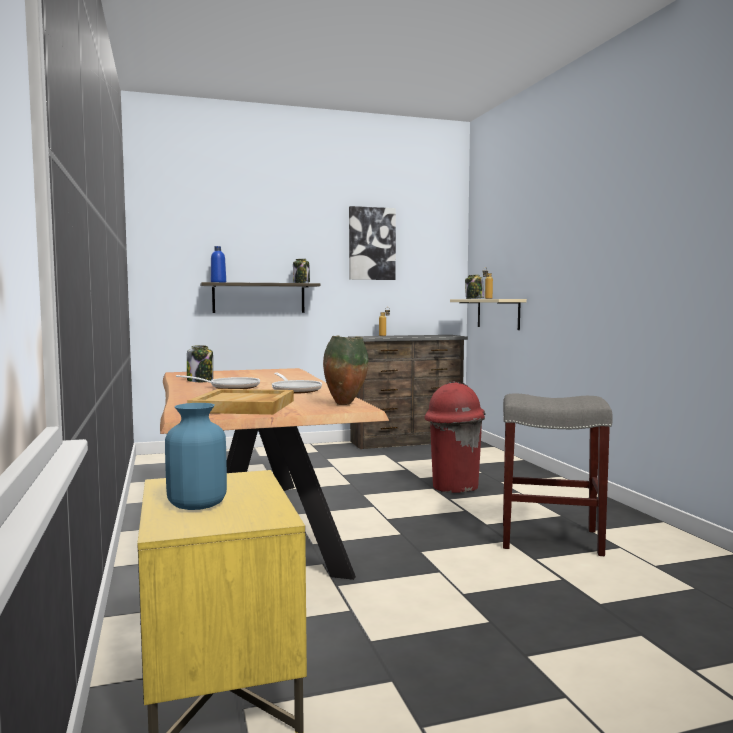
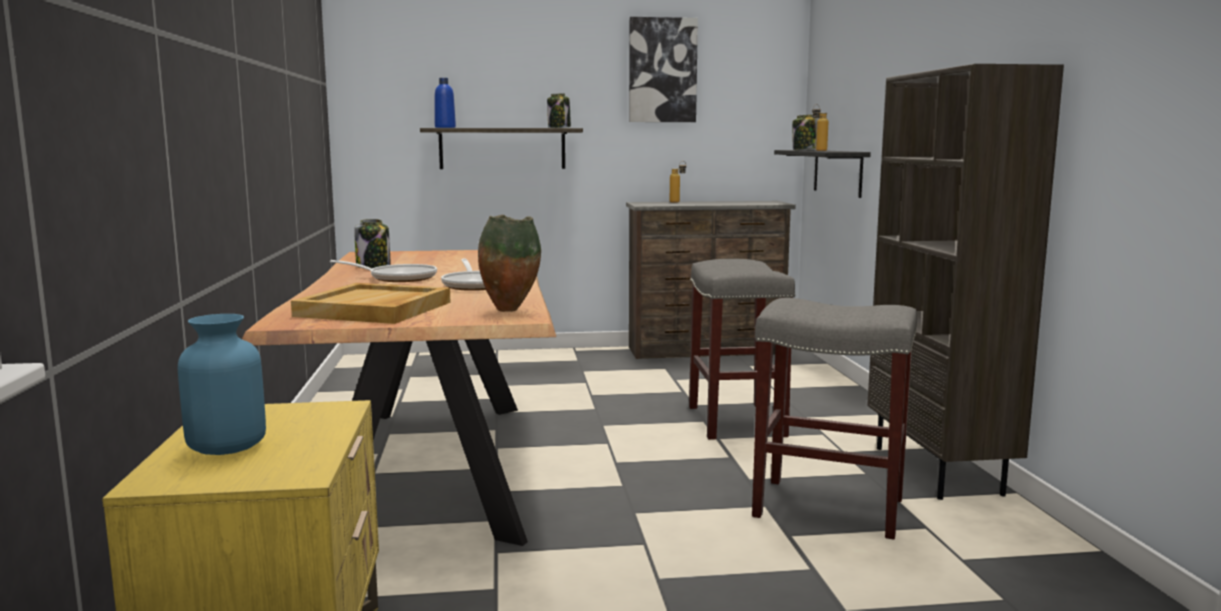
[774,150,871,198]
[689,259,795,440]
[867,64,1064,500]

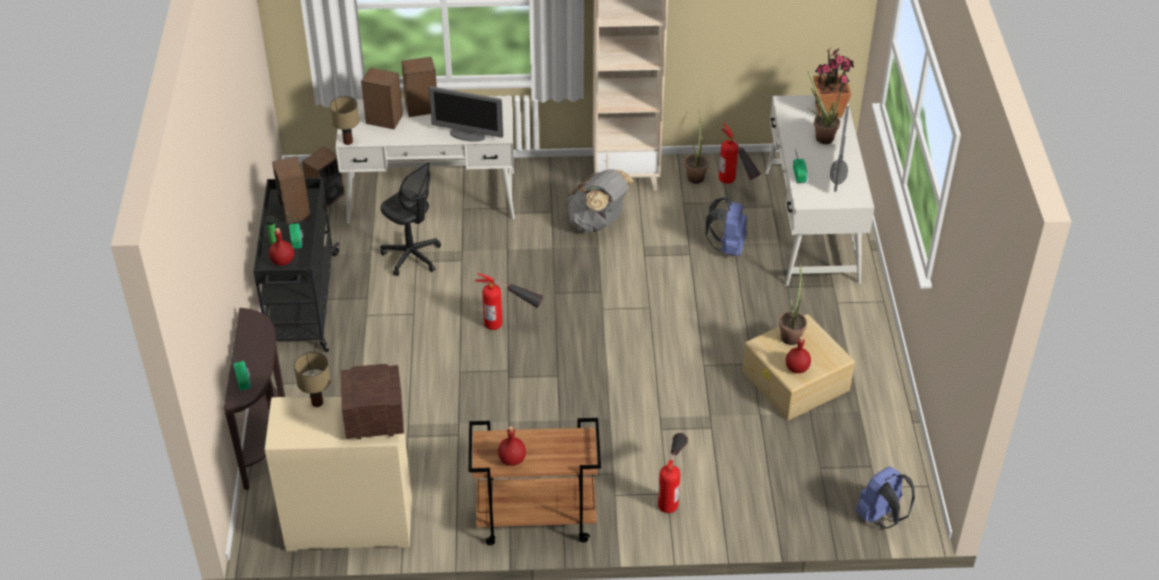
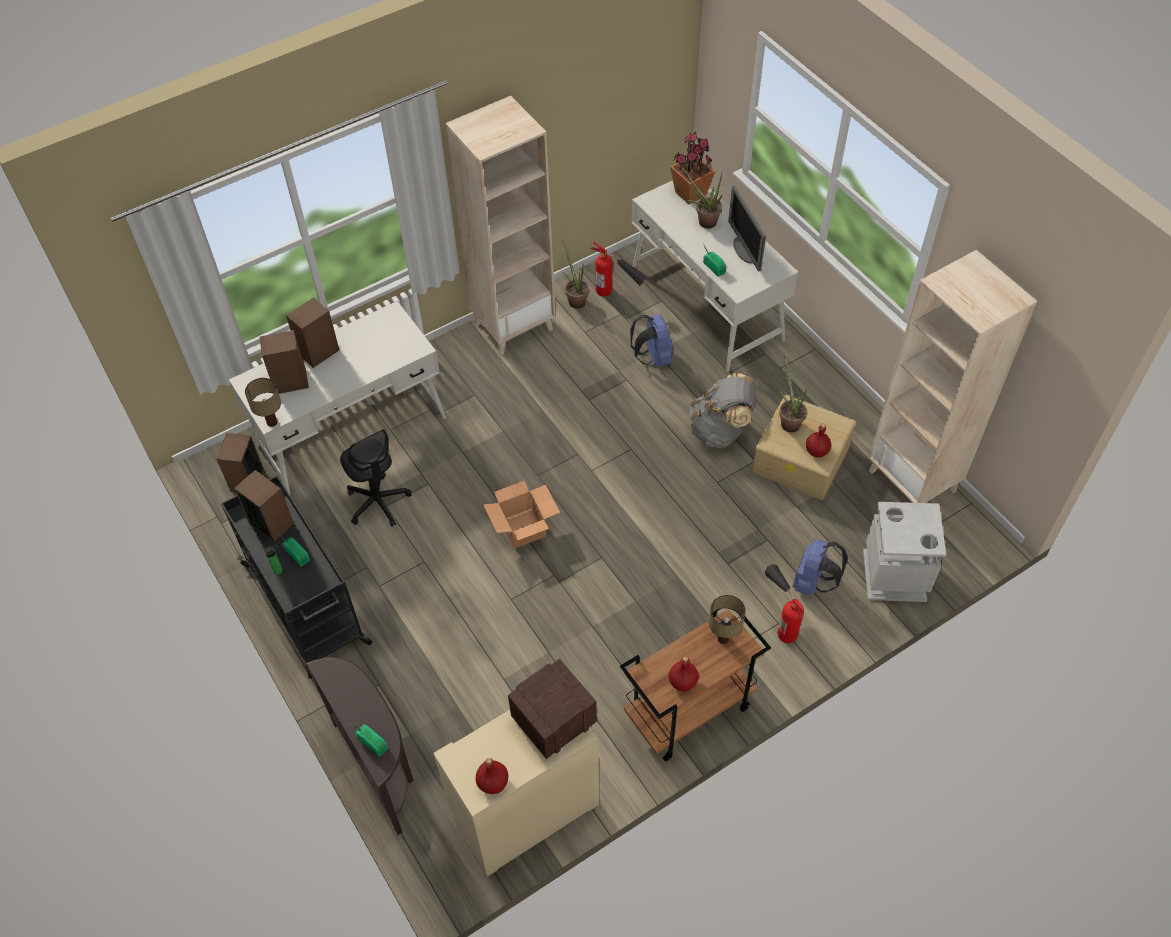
[429,86,503,142] (first image)
[340,429,412,527]
[689,373,755,448]
[476,758,508,794]
[483,481,560,549]
[709,595,746,644]
[793,539,848,595]
[869,250,1037,503]
[863,502,946,602]

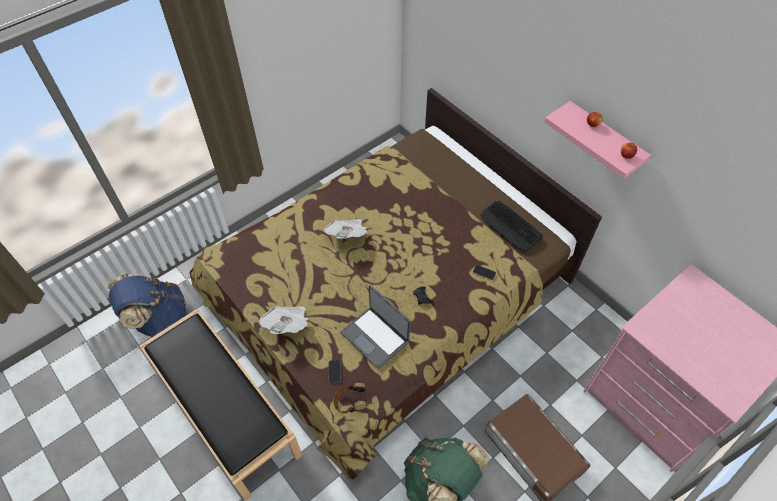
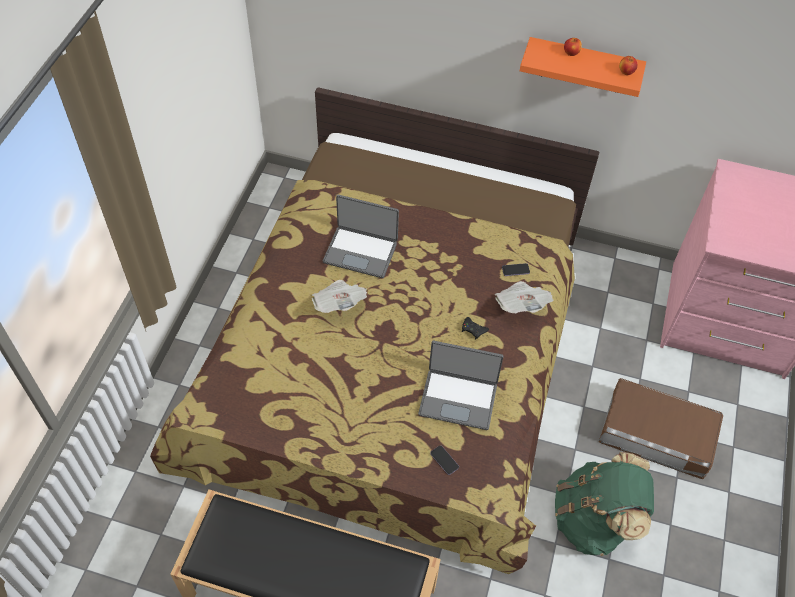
[520,37,646,97]
[481,201,543,251] (first image)
[108,274,187,337] (first image)
[494,281,553,313]
[333,383,367,413] (first image)
[323,195,399,278]

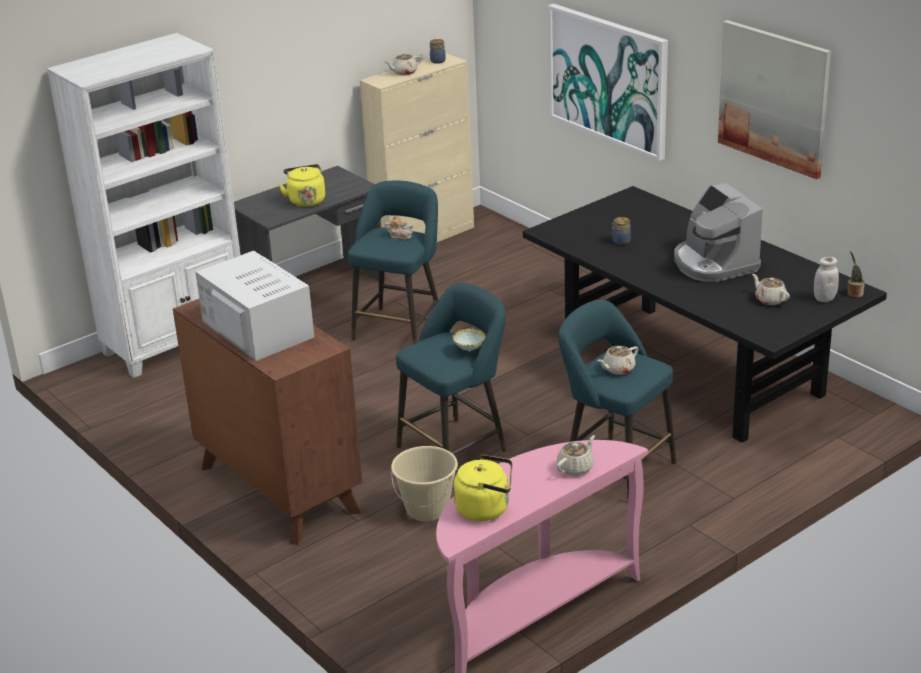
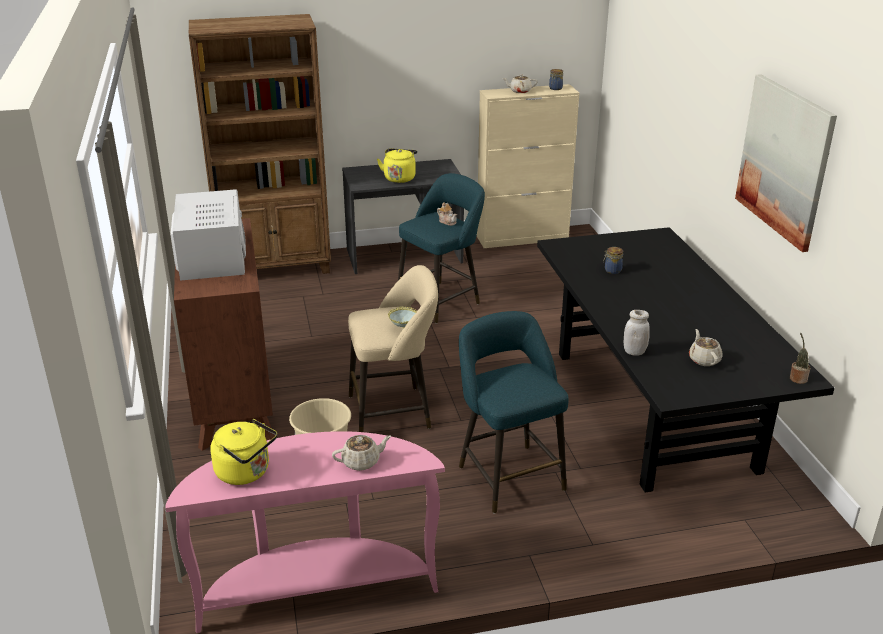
[548,4,668,161] (first image)
[189,14,331,274]
[674,183,763,282] (first image)
[624,310,650,356]
[348,265,438,432]
[597,346,639,375] (first image)

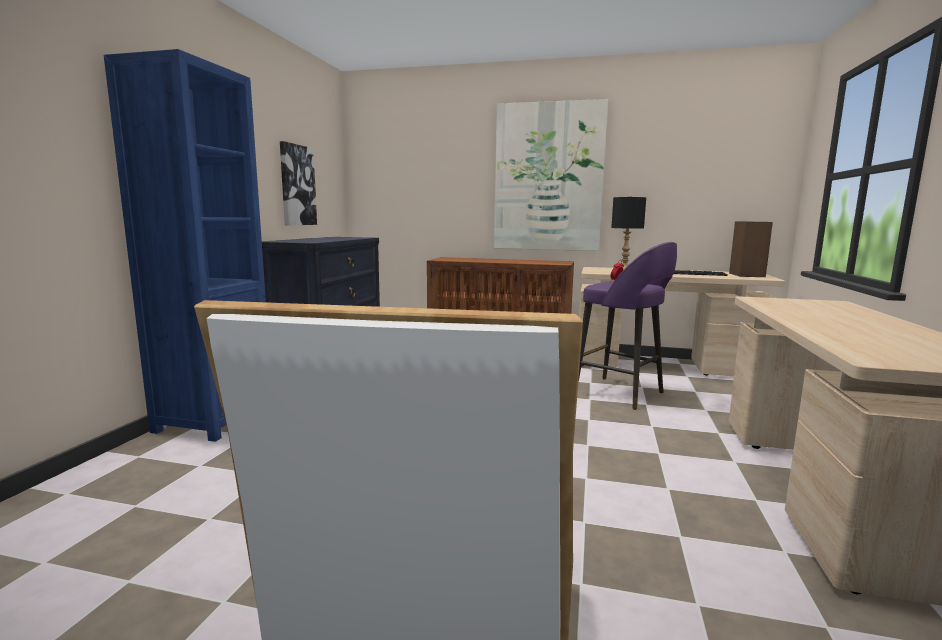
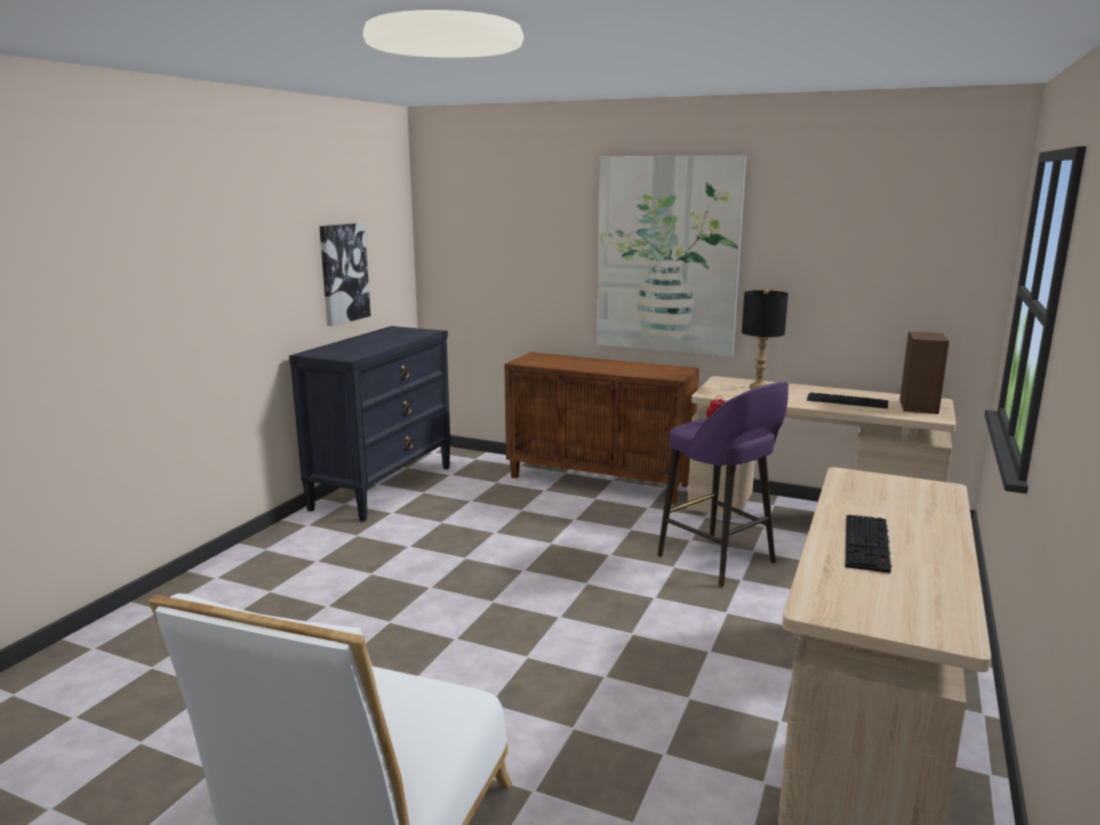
[104,49,266,442] (first image)
[845,515,892,574]

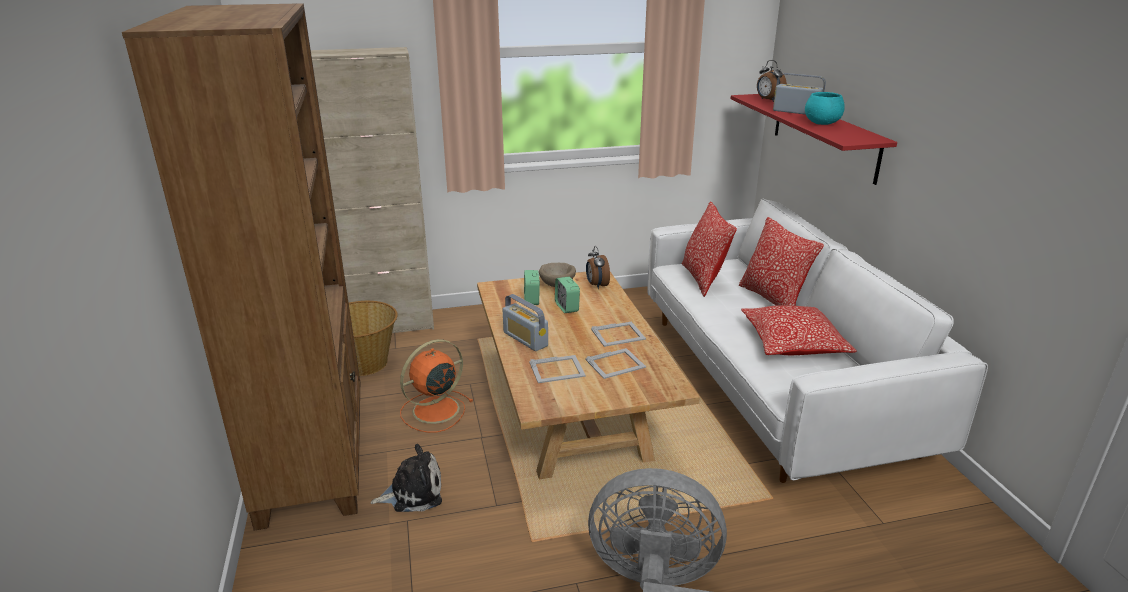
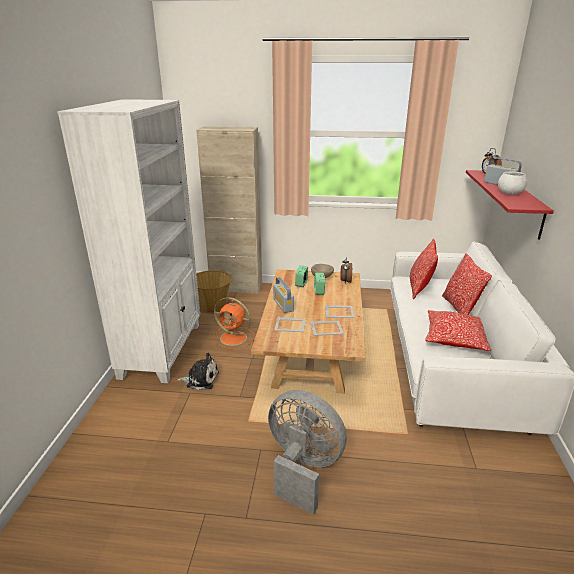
[57,99,200,383]
[498,172,527,194]
[213,297,255,350]

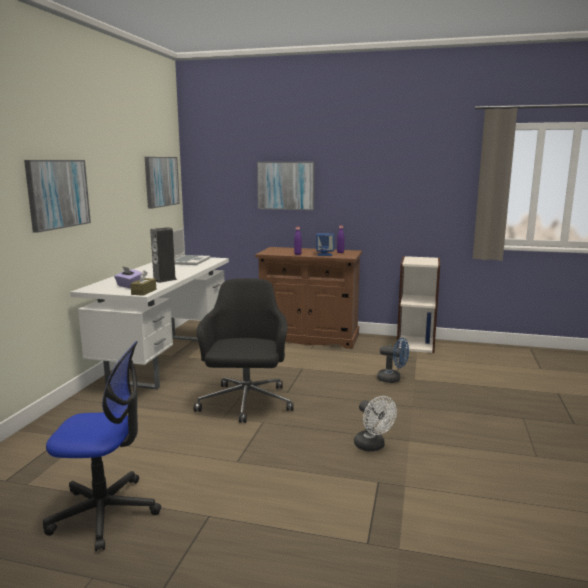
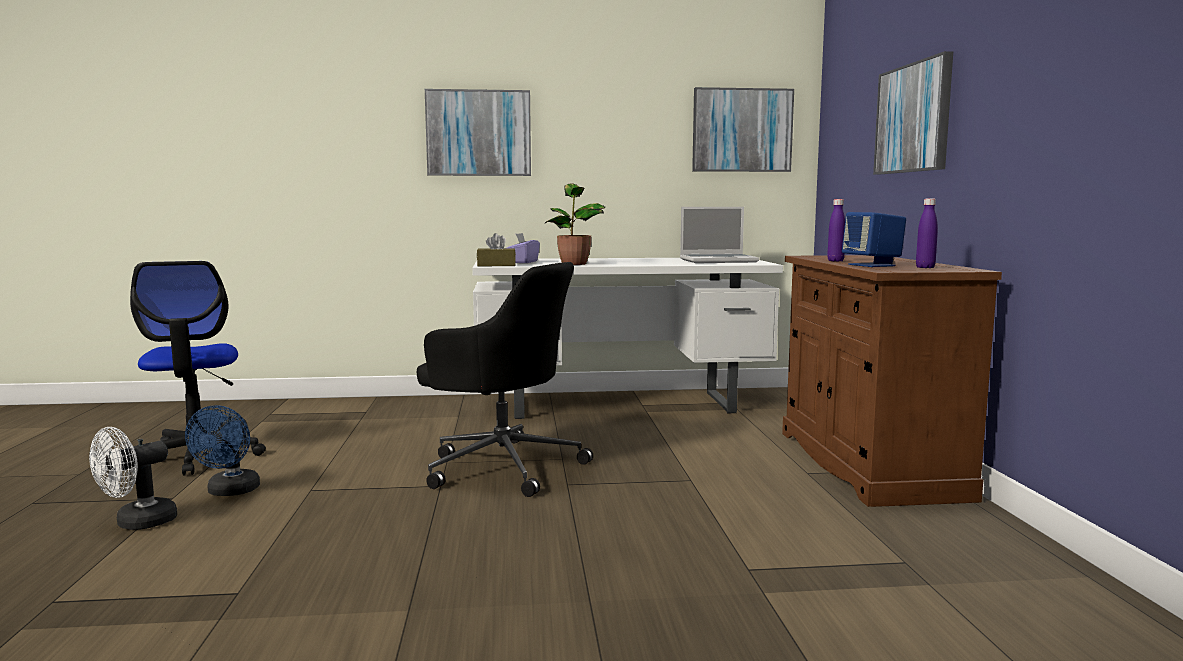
[545,183,605,265]
[397,256,440,353] (first image)
[417,262,593,497]
[185,405,260,496]
[89,427,177,530]

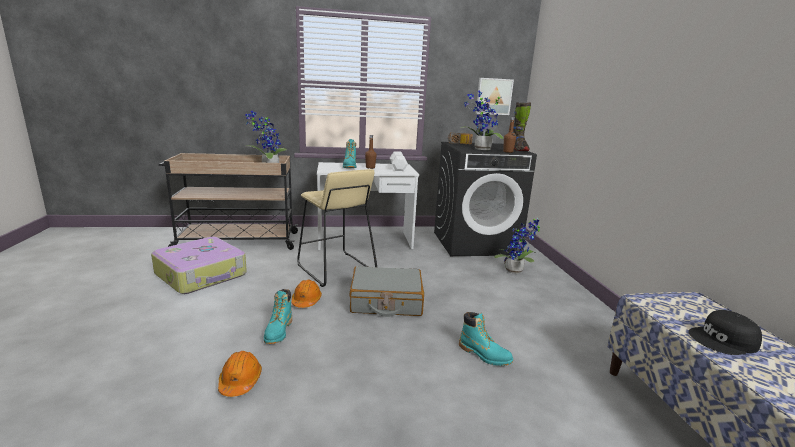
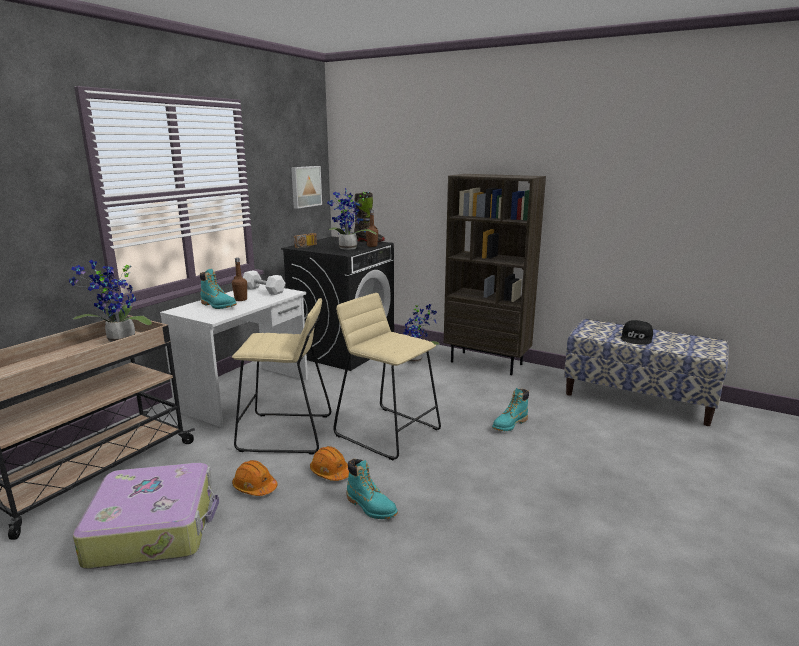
[333,293,441,460]
[492,388,529,431]
[232,460,278,496]
[444,174,546,375]

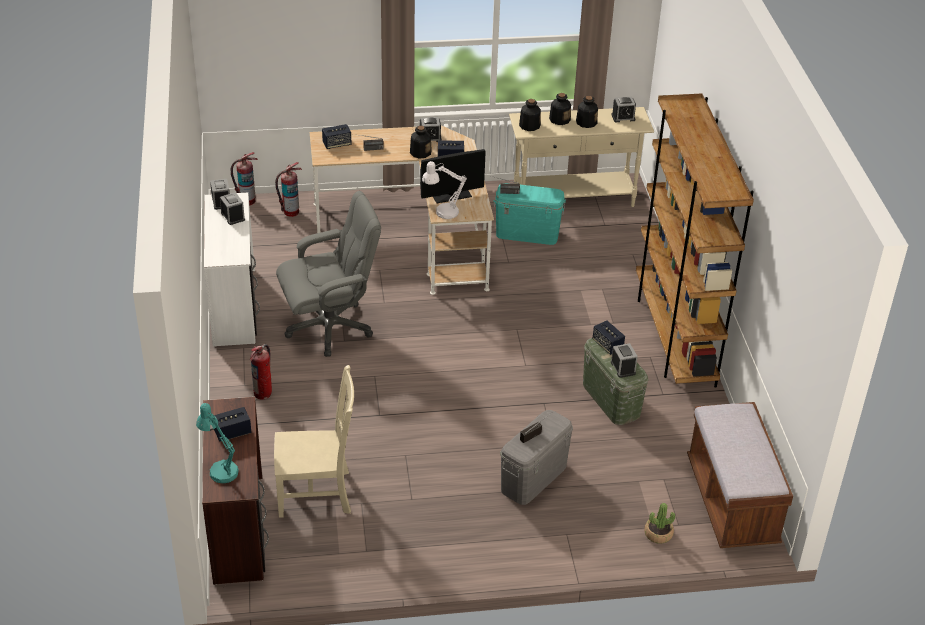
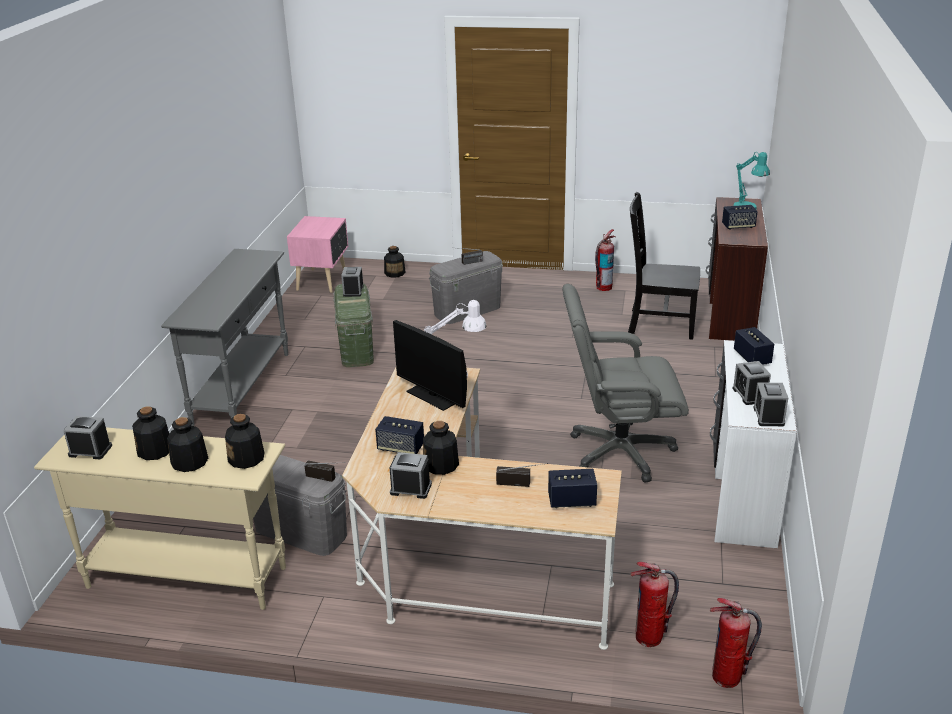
[161,249,288,426]
[393,320,467,411]
[253,455,347,556]
[734,327,774,365]
[595,229,616,291]
[628,192,700,340]
[287,216,348,293]
[384,246,405,278]

